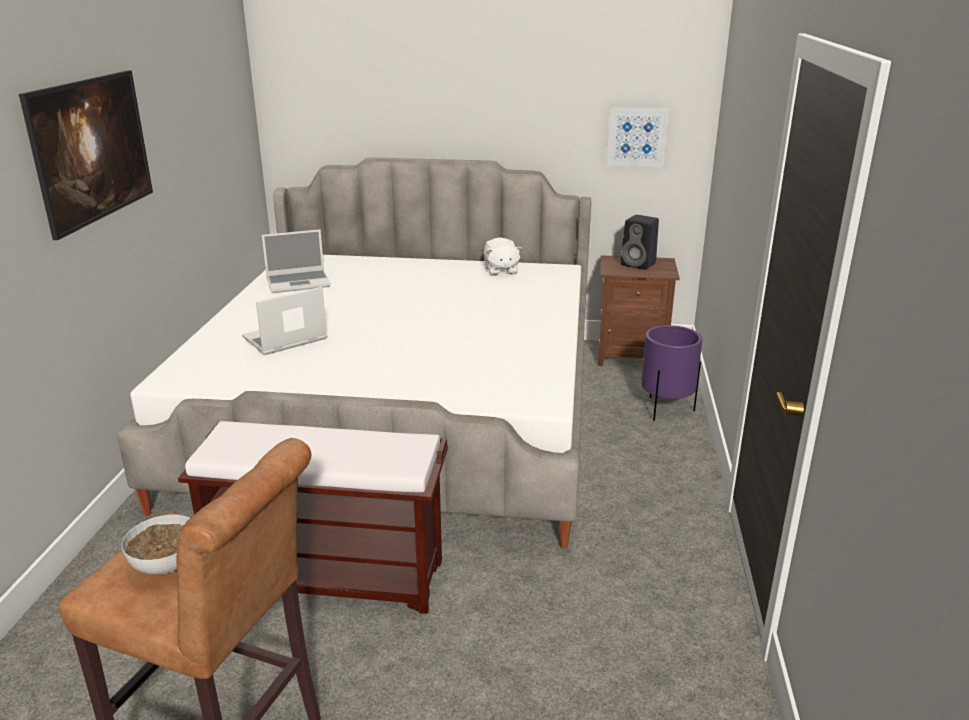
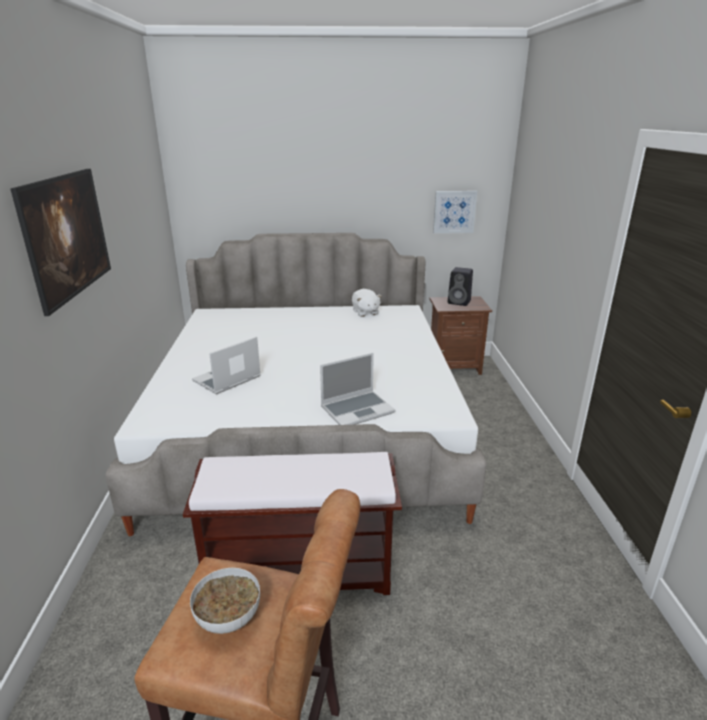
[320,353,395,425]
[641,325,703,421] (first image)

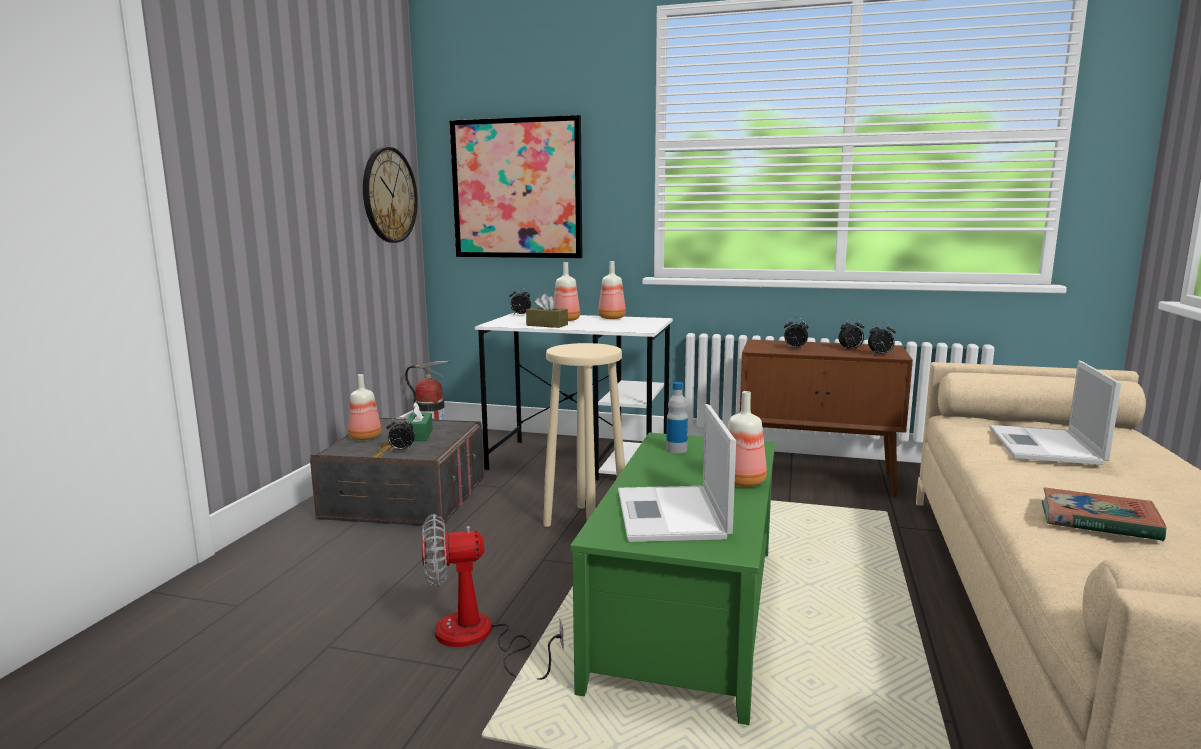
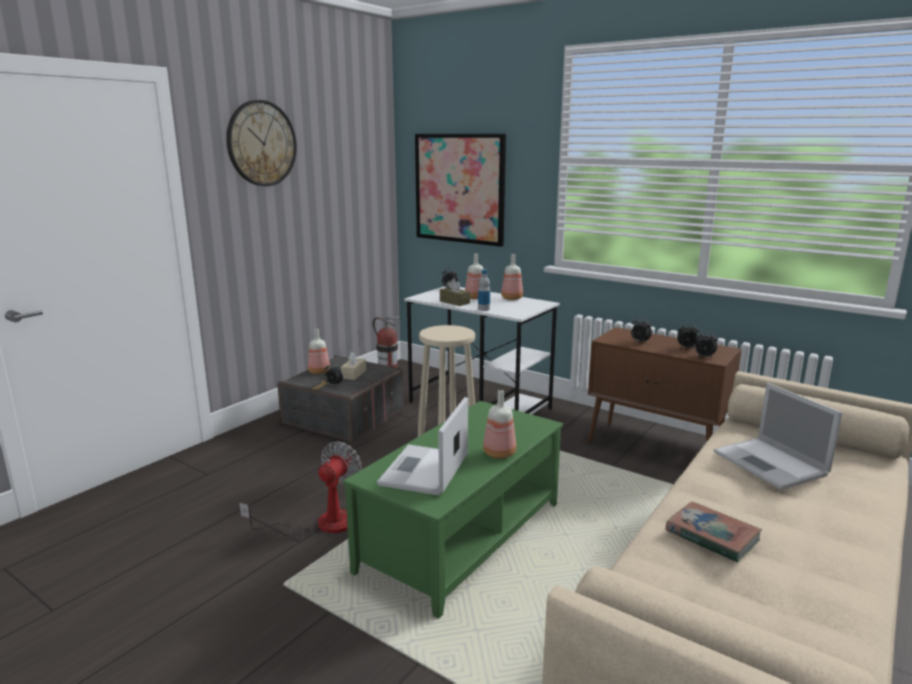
[226,100,297,186]
[714,383,842,490]
[478,269,490,311]
[341,352,366,380]
[239,441,362,540]

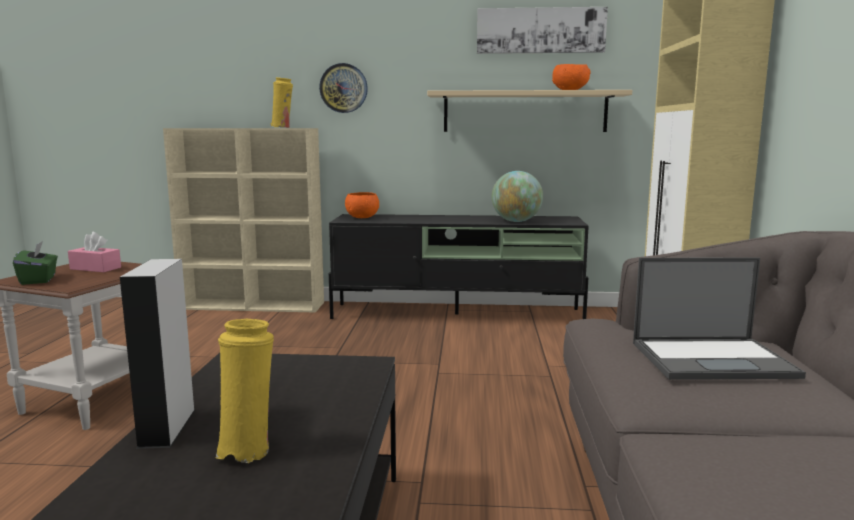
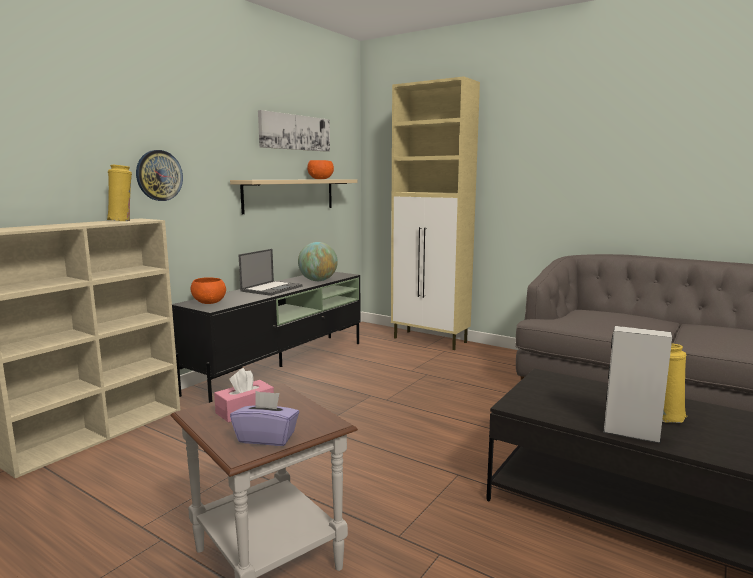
[230,391,299,446]
[239,249,302,296]

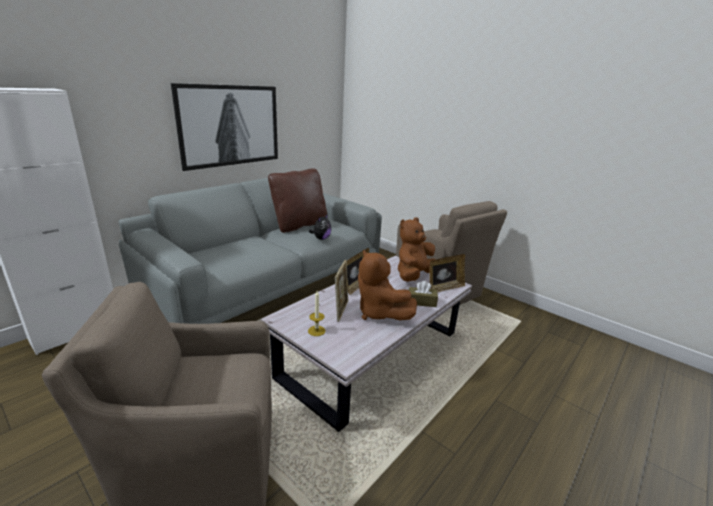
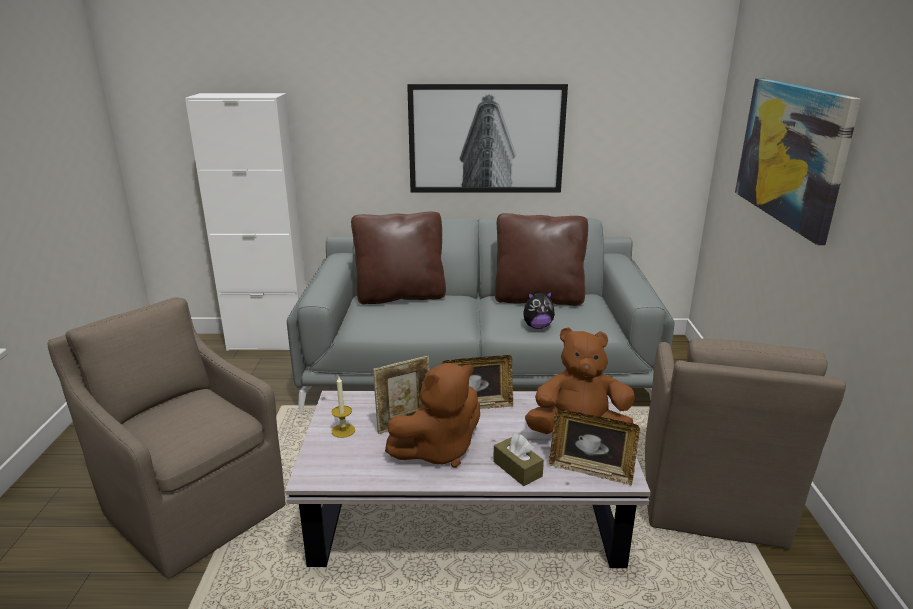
[385,363,480,468]
[735,78,861,245]
[351,211,446,304]

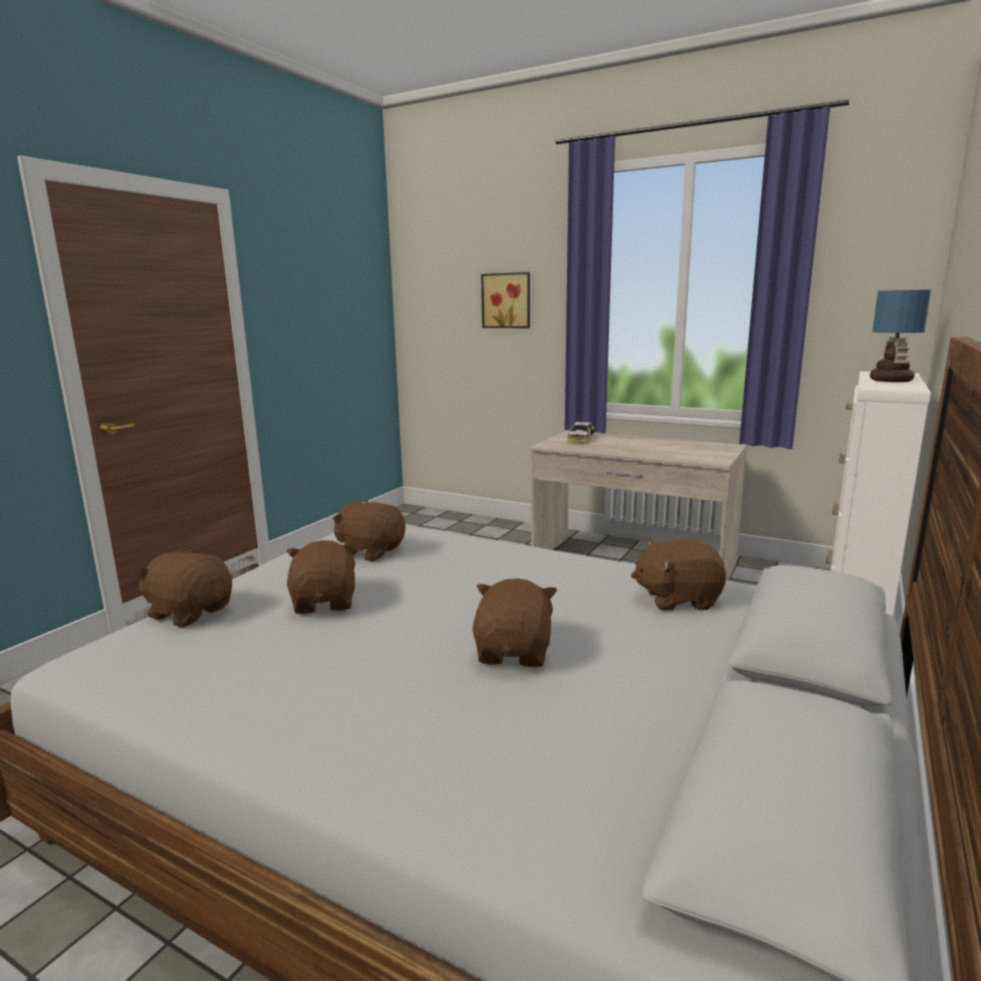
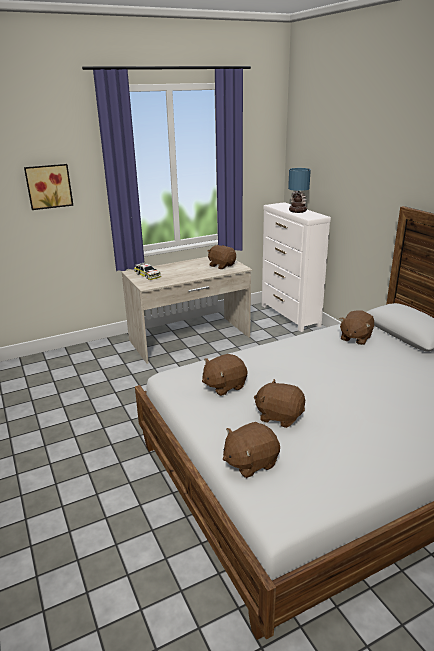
[208,245,236,269]

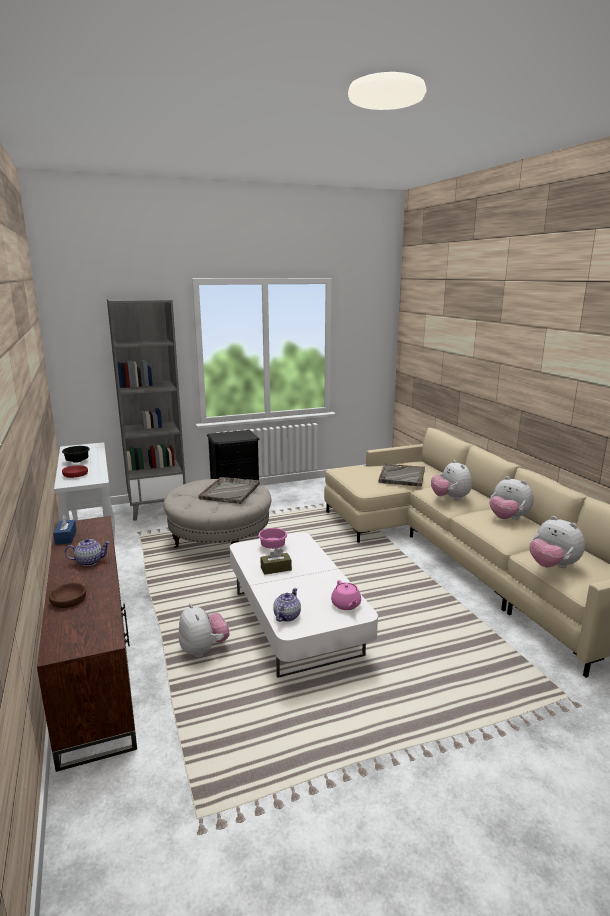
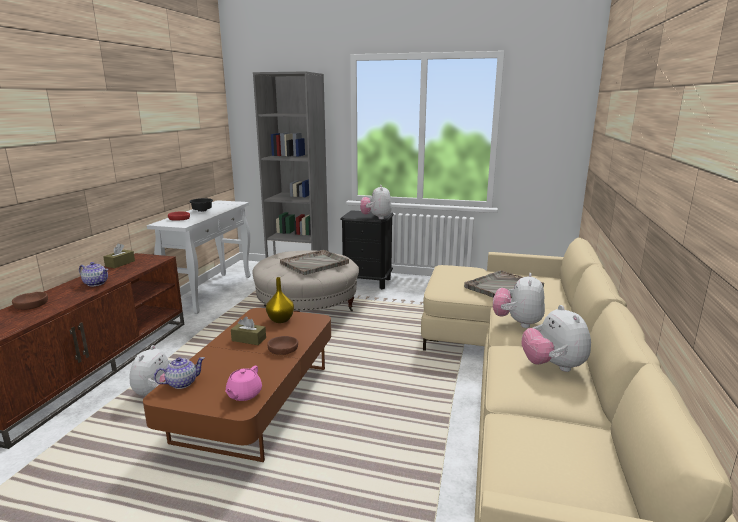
[103,243,135,268]
[360,185,392,219]
[266,277,294,323]
[143,308,331,462]
[267,336,298,355]

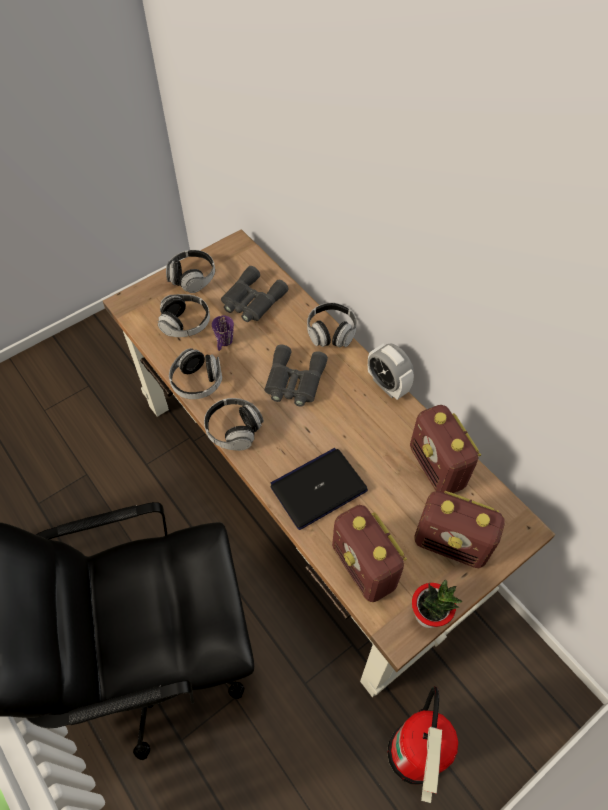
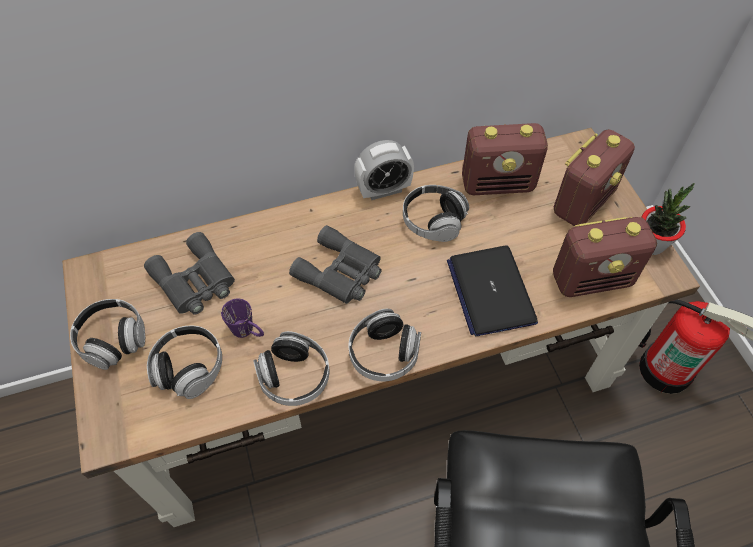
[403,185,469,242]

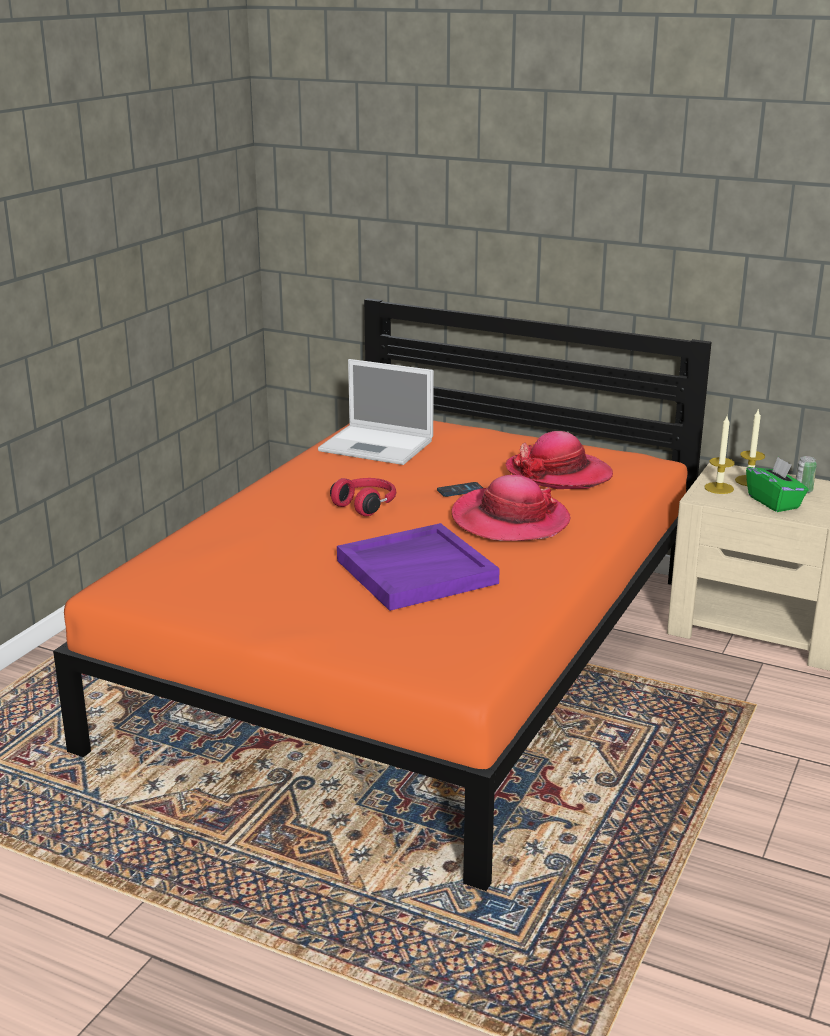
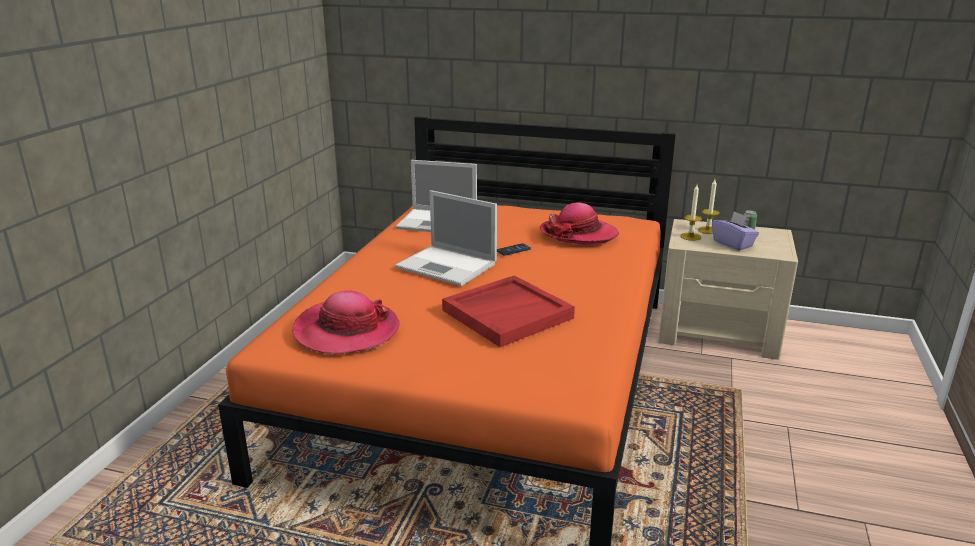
[712,211,759,251]
[292,291,400,354]
[395,190,497,286]
[442,275,575,347]

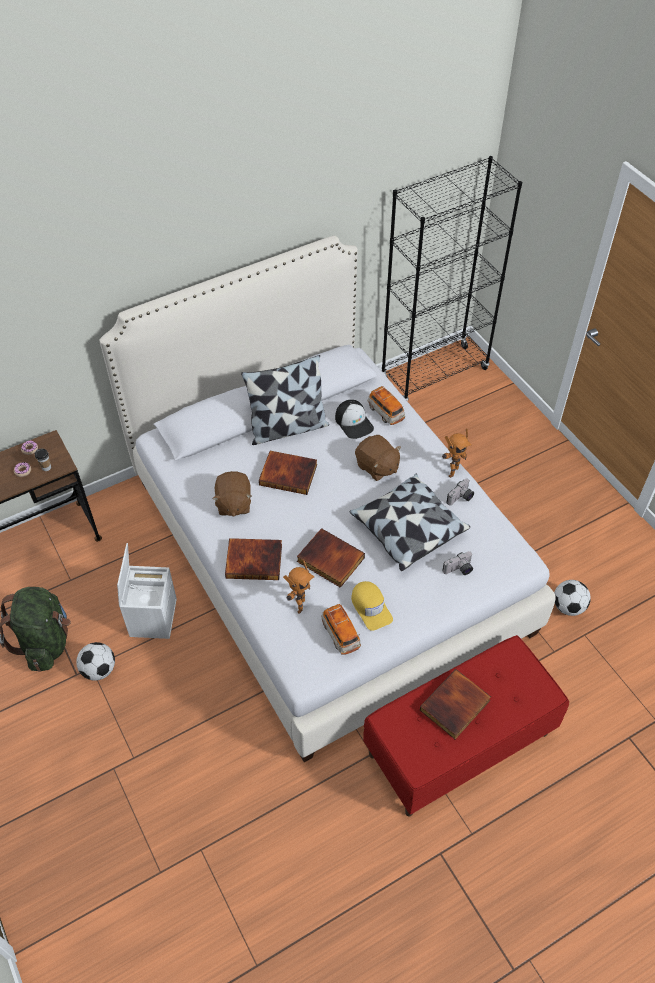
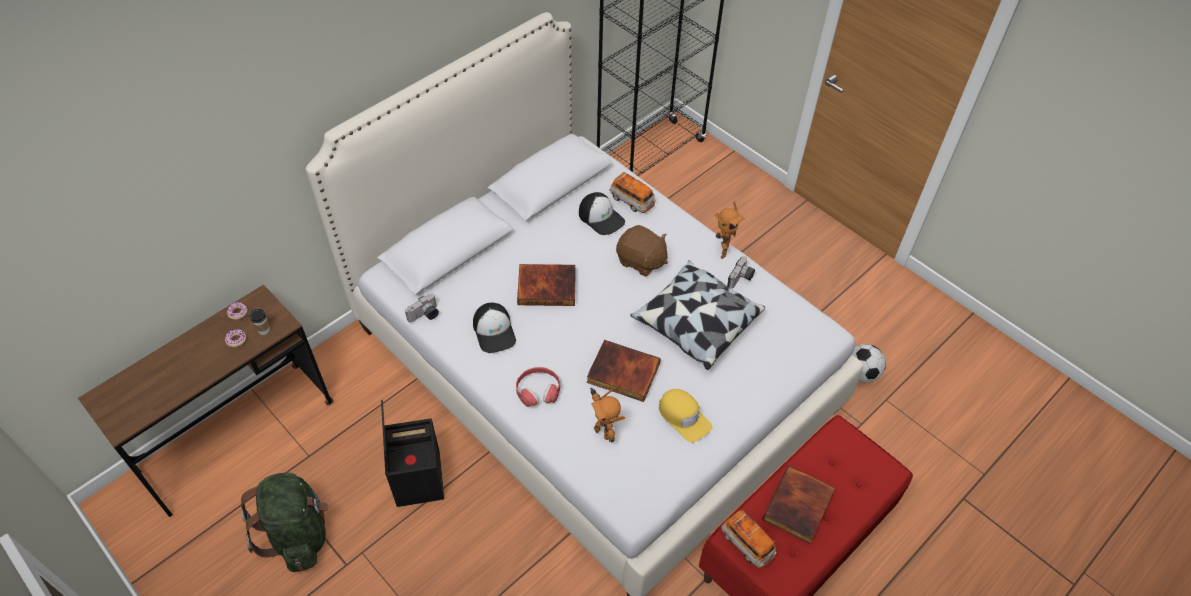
[241,355,329,445] (first image)
[473,303,516,353]
[516,367,560,407]
[381,400,444,507]
[405,294,439,323]
[590,388,625,443]
[721,510,777,569]
[76,642,115,681] (first image)

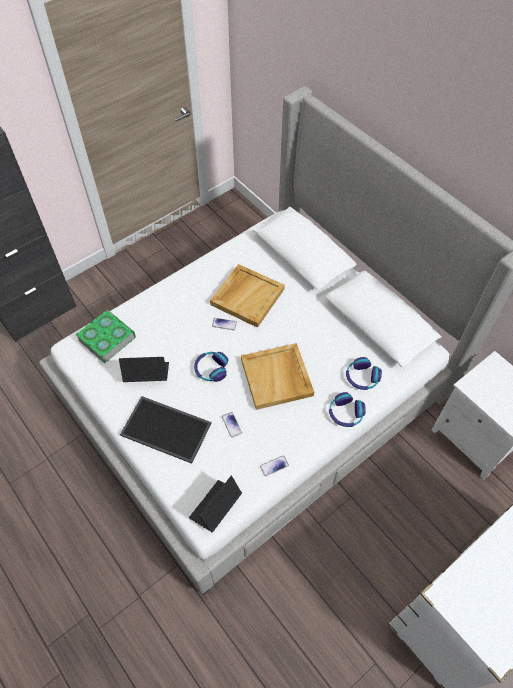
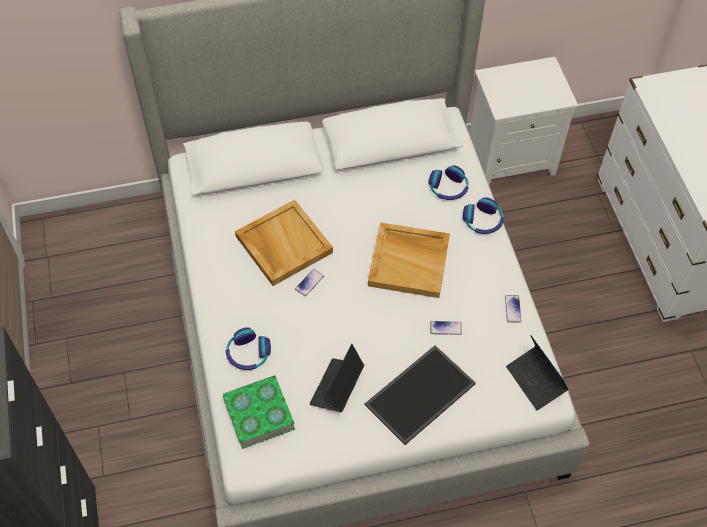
[226,327,271,370]

